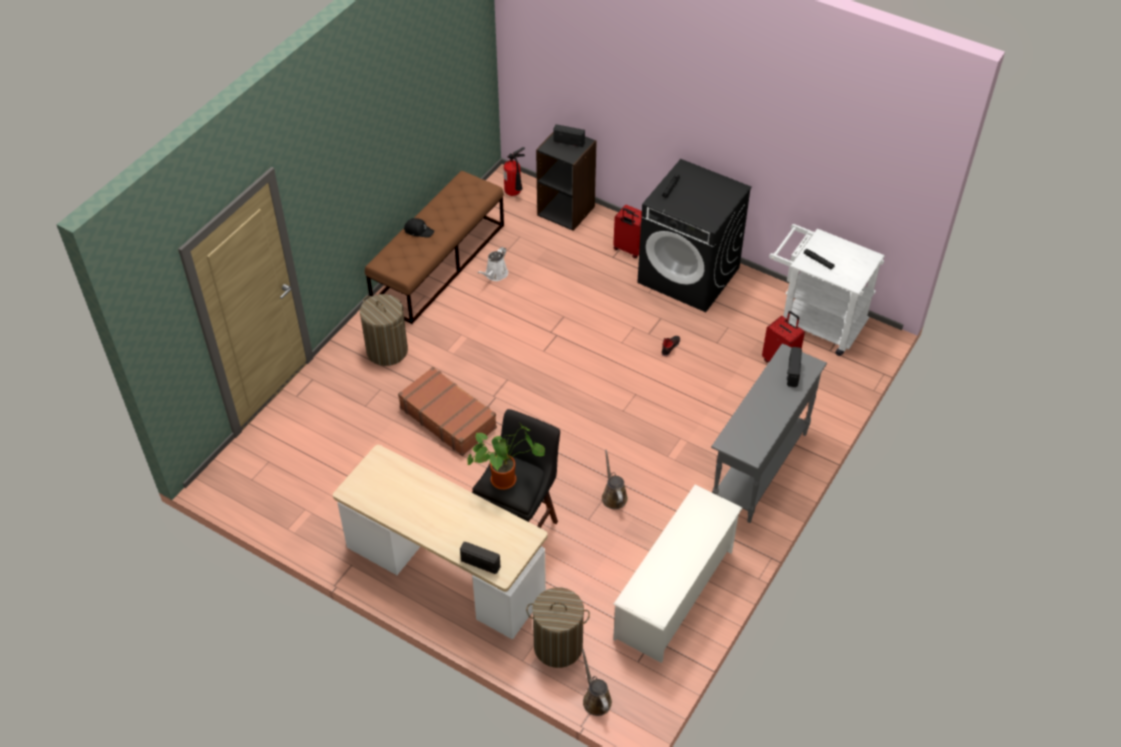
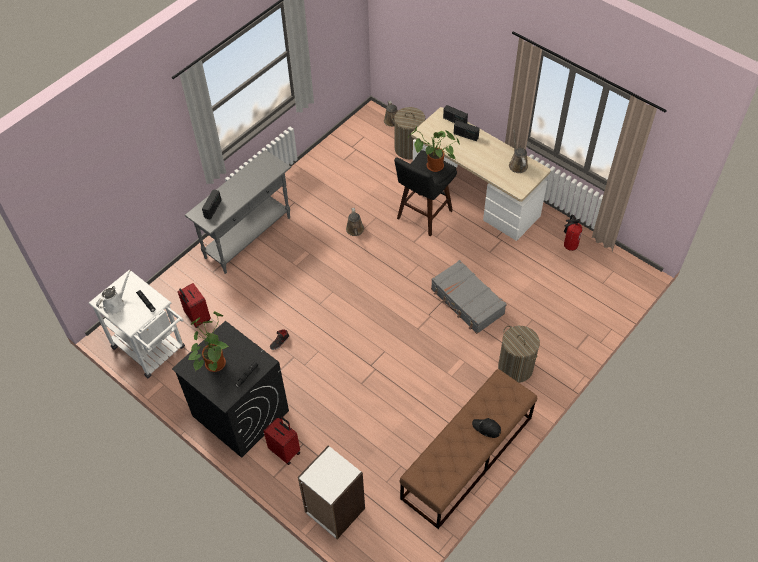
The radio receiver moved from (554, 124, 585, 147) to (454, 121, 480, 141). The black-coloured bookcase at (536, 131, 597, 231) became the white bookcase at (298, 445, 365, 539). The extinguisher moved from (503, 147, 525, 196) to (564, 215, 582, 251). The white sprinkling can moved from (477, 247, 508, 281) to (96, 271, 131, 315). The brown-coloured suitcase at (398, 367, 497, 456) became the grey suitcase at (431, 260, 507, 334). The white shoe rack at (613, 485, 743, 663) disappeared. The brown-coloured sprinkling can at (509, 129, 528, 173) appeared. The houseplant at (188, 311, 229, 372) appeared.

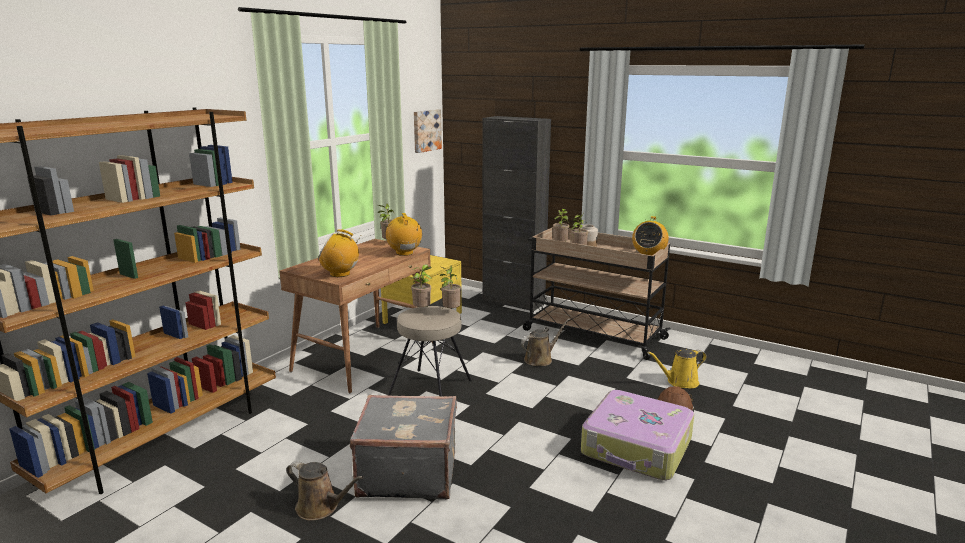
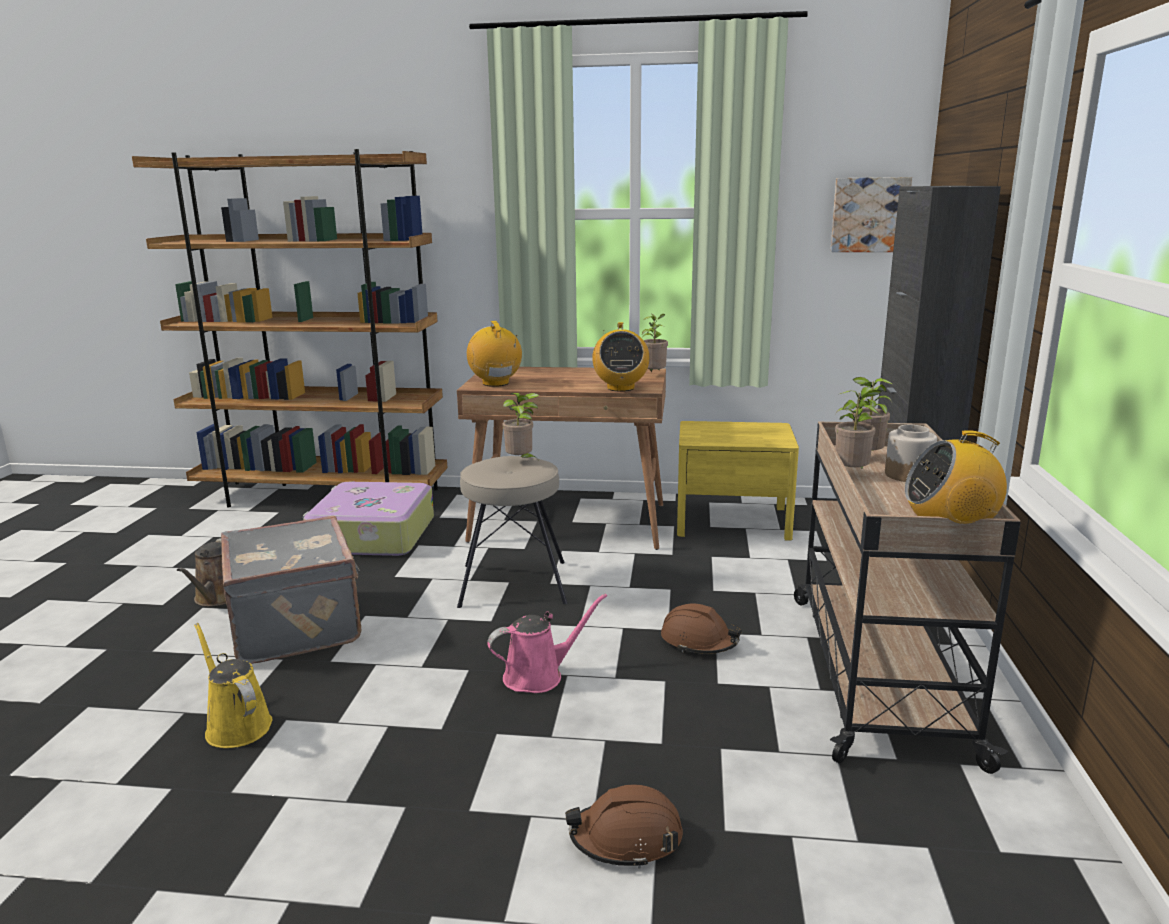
The radio receiver at (386, 213, 422, 256) turned 135 degrees clockwise. The houseplant at (440, 265, 461, 308) disappeared. The brown-coloured sprinkling can at (521, 318, 570, 366) was replaced by the brown-coloured work helmet at (661, 603, 742, 654). The yellow-coloured sprinkling can moved from (648, 349, 707, 389) to (194, 623, 272, 748). The suitcase moved from (581, 390, 694, 480) to (303, 482, 434, 556). The pink-coloured sprinkling can at (487, 593, 607, 693) appeared.

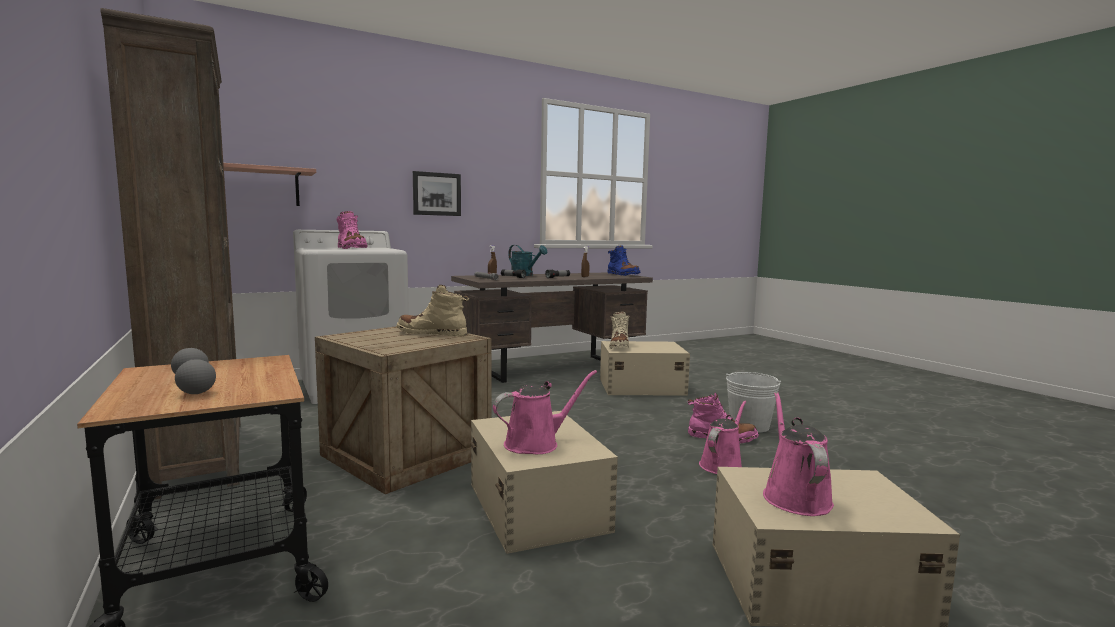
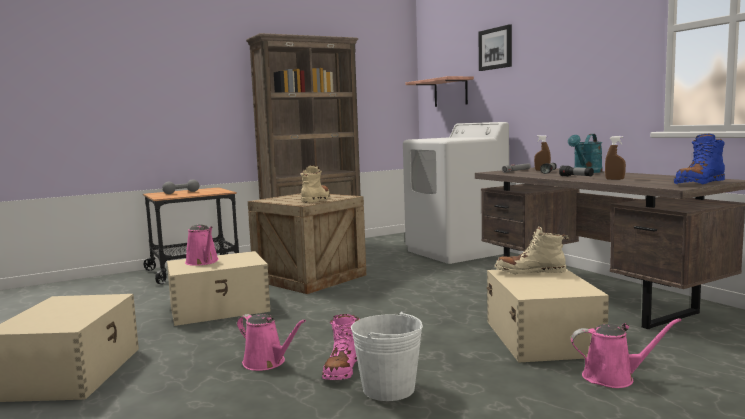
The picture moved from (413, 171, 461, 216) to (478, 24, 512, 71). The pink-coloured high-top boot at (336, 211, 367, 249) disappeared. The pink-coloured sprinkling can moved from (763, 392, 834, 516) to (571, 318, 681, 388).

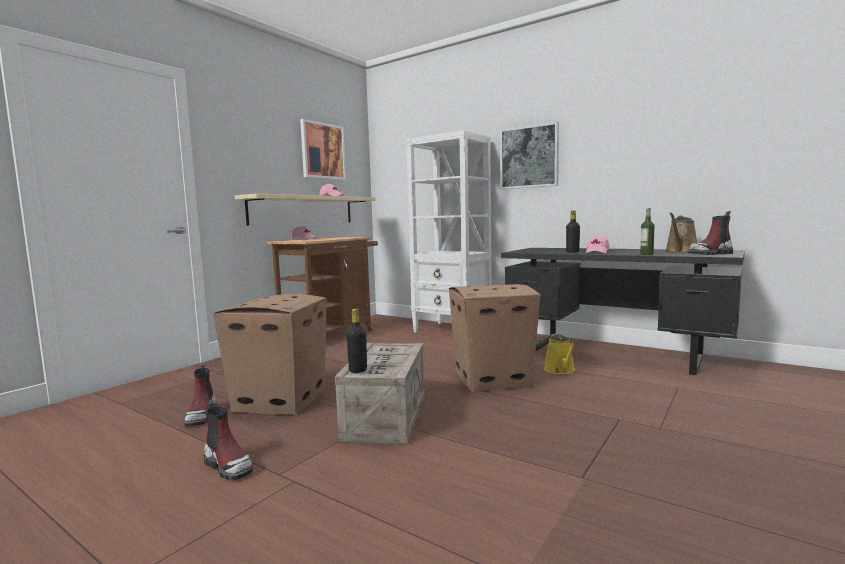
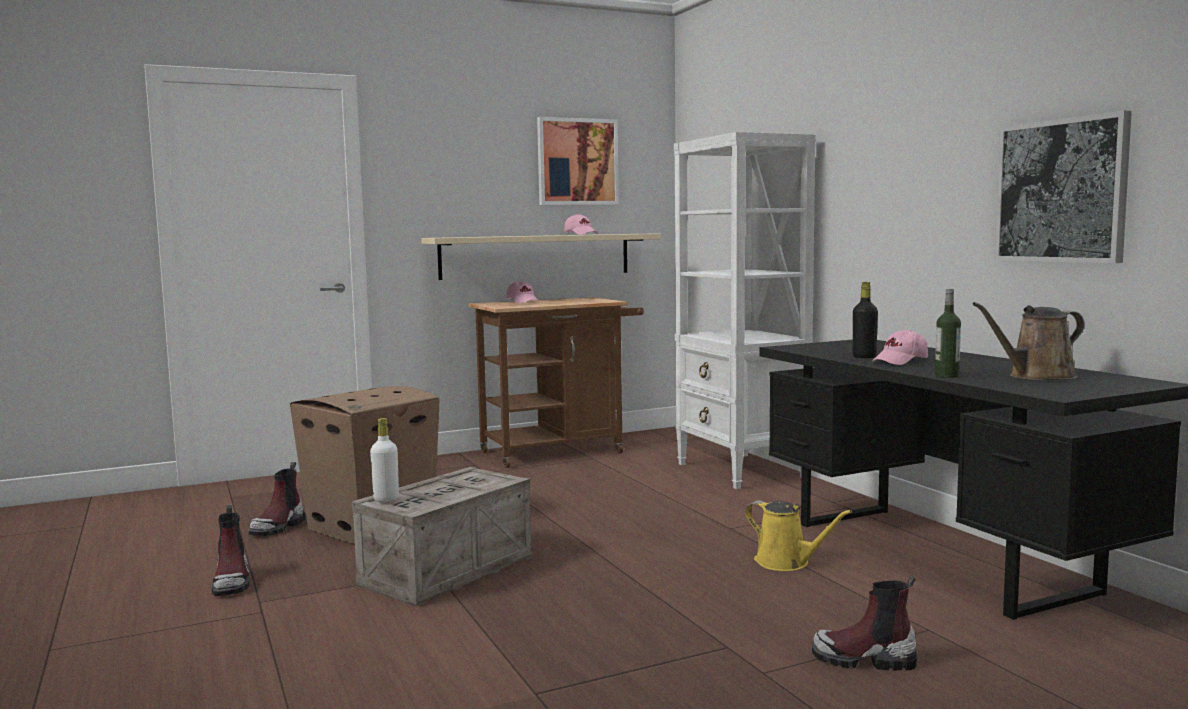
The picture moved from (500, 122, 559, 189) to (994, 111, 1132, 263). The high-top boot moved from (688, 211, 733, 255) to (812, 576, 917, 670). The packing box at (449, 284, 540, 392) disappeared. The black-coloured beverage bottle at (347, 309, 367, 373) became the white beverage bottle at (370, 418, 399, 502). The yellow-coloured sprinkling can at (544, 334, 575, 374) turned 75 degrees counterclockwise.

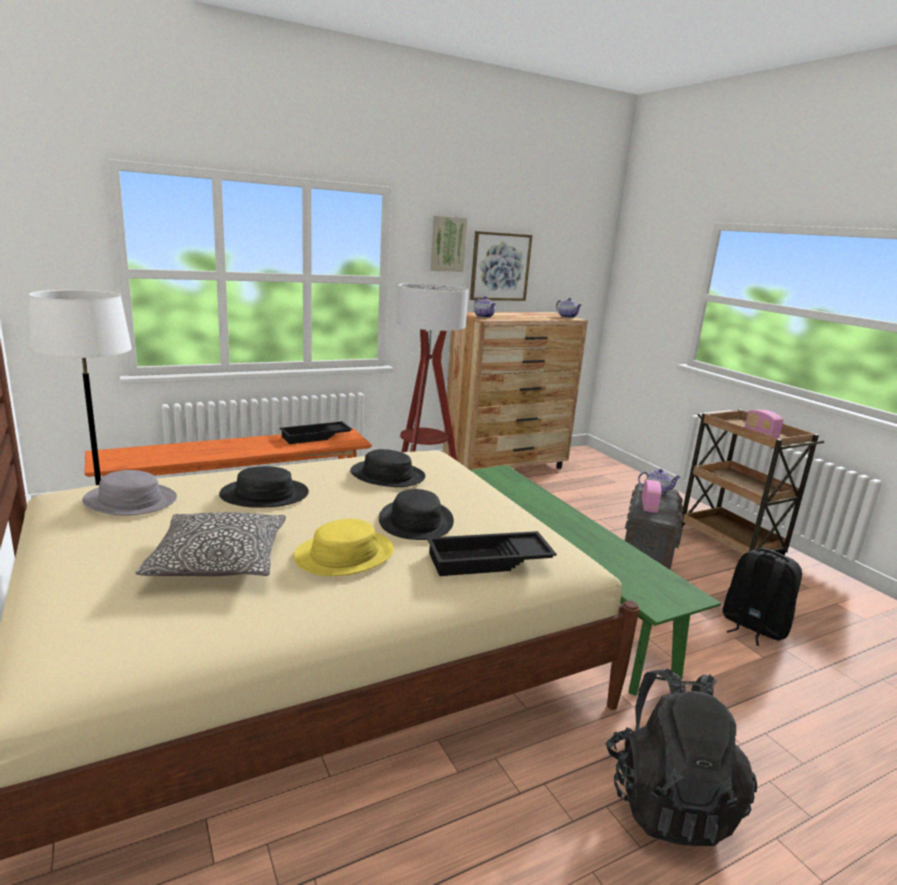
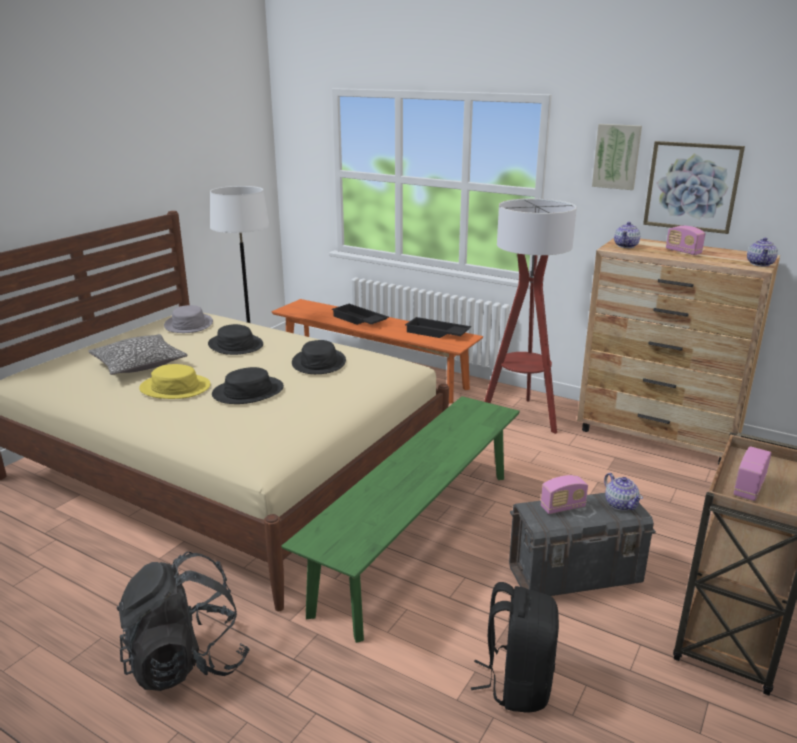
The black-coloured carrying tray moved from (427, 531, 557, 576) to (332, 304, 389, 325). The radio receiver at (666, 226, 705, 255) appeared.

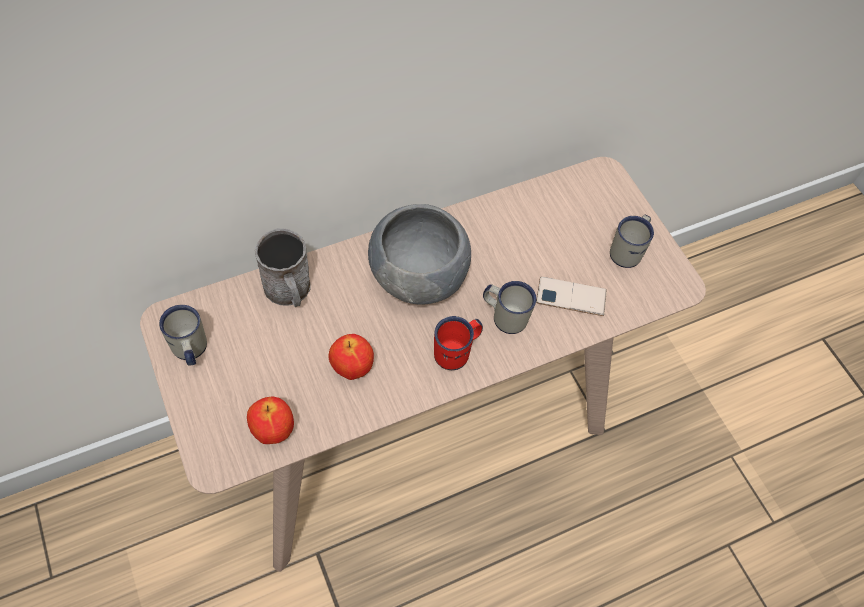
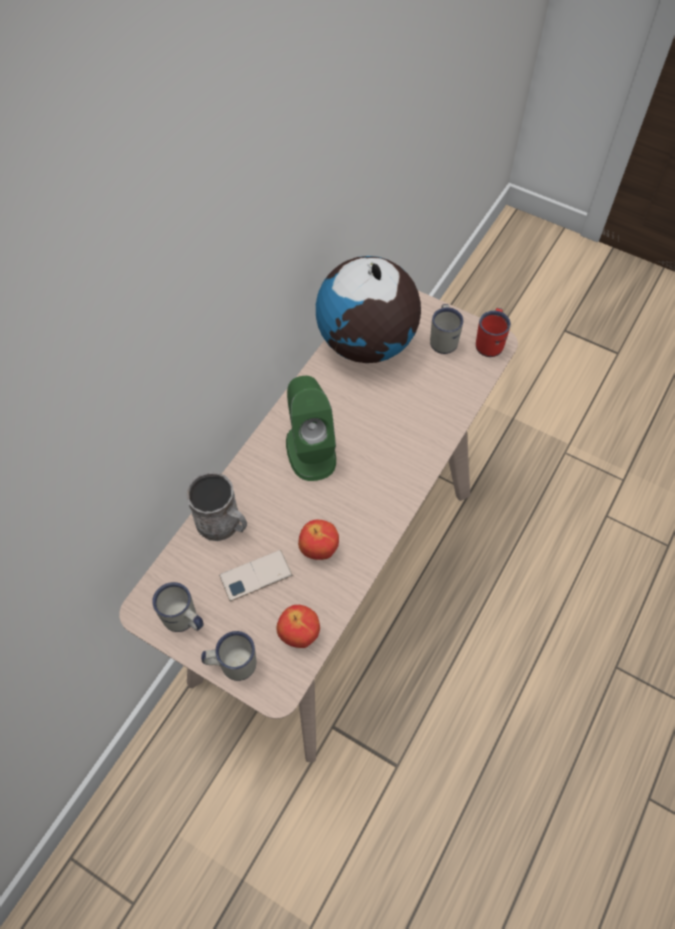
The grey serving bowl at (368, 204, 471, 305) was replaced by the green speaker at (286, 376, 336, 481). The telephone moved from (536, 277, 607, 316) to (219, 550, 292, 601). The white tea mug moved from (483, 281, 537, 334) to (201, 631, 256, 681). The red-coloured tea mug moved from (434, 316, 483, 370) to (476, 308, 511, 357). The globe at (316, 256, 421, 363) appeared.

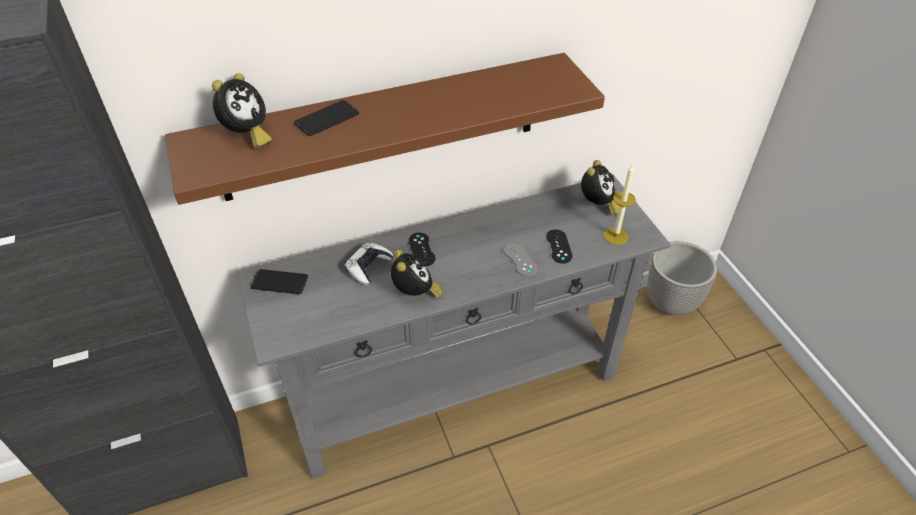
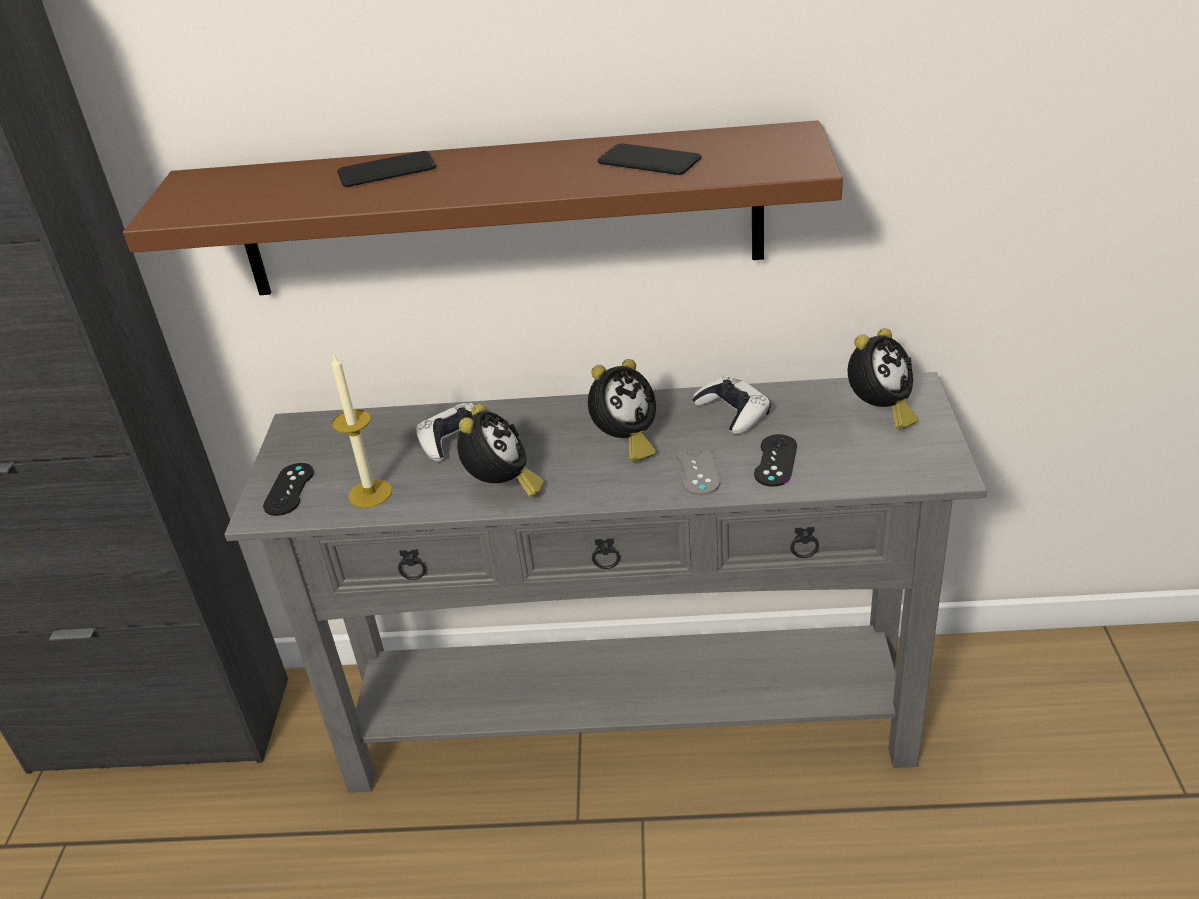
The alarm clock moved from (212, 73, 272, 148) to (588, 359, 656, 461). The wax candle moved from (604, 164, 636, 245) to (331, 353, 392, 508). The black-coloured game controller moved from (409, 233, 436, 266) to (263, 463, 314, 516). The planter at (647, 241, 717, 315) disappeared. The telephone moved from (251, 269, 308, 294) to (597, 143, 702, 175). The white game controller at (693, 376, 771, 435) appeared.

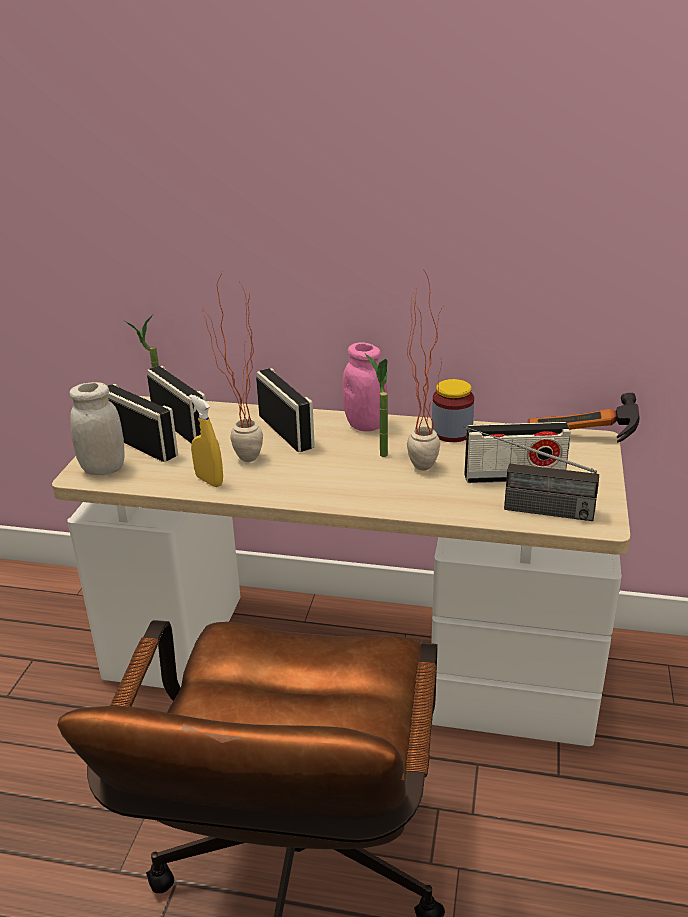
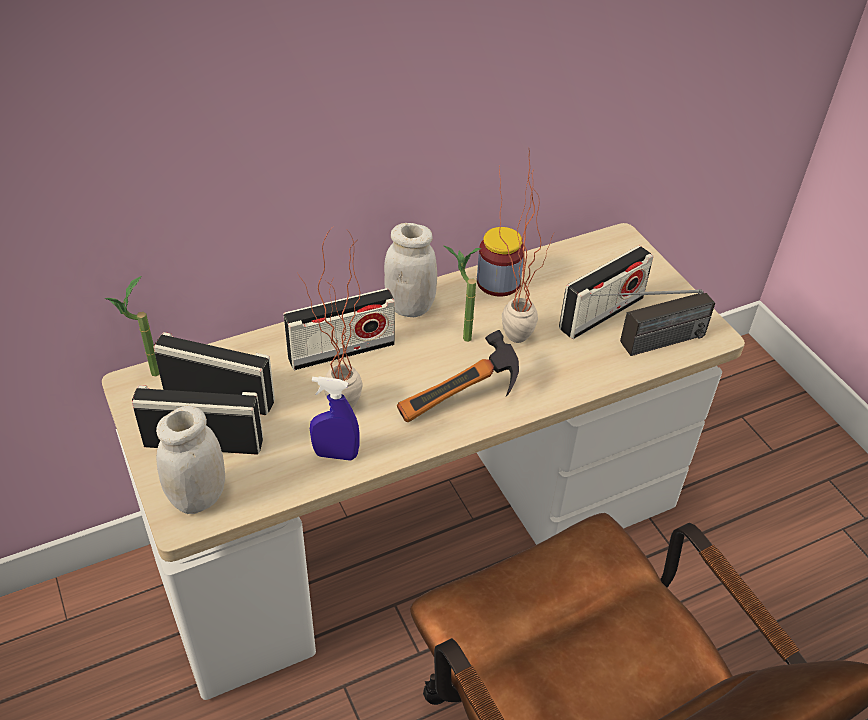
The pink-coloured storage jar at (342, 342, 387, 431) became the white storage jar at (384, 223, 437, 317). The radio receiver at (256, 368, 315, 452) turned 135 degrees clockwise. The hammer moved from (528, 393, 639, 443) to (397, 330, 519, 423). The yellow-coloured sprayer at (189, 395, 223, 487) became the bluish sprayer at (310, 377, 360, 461).

